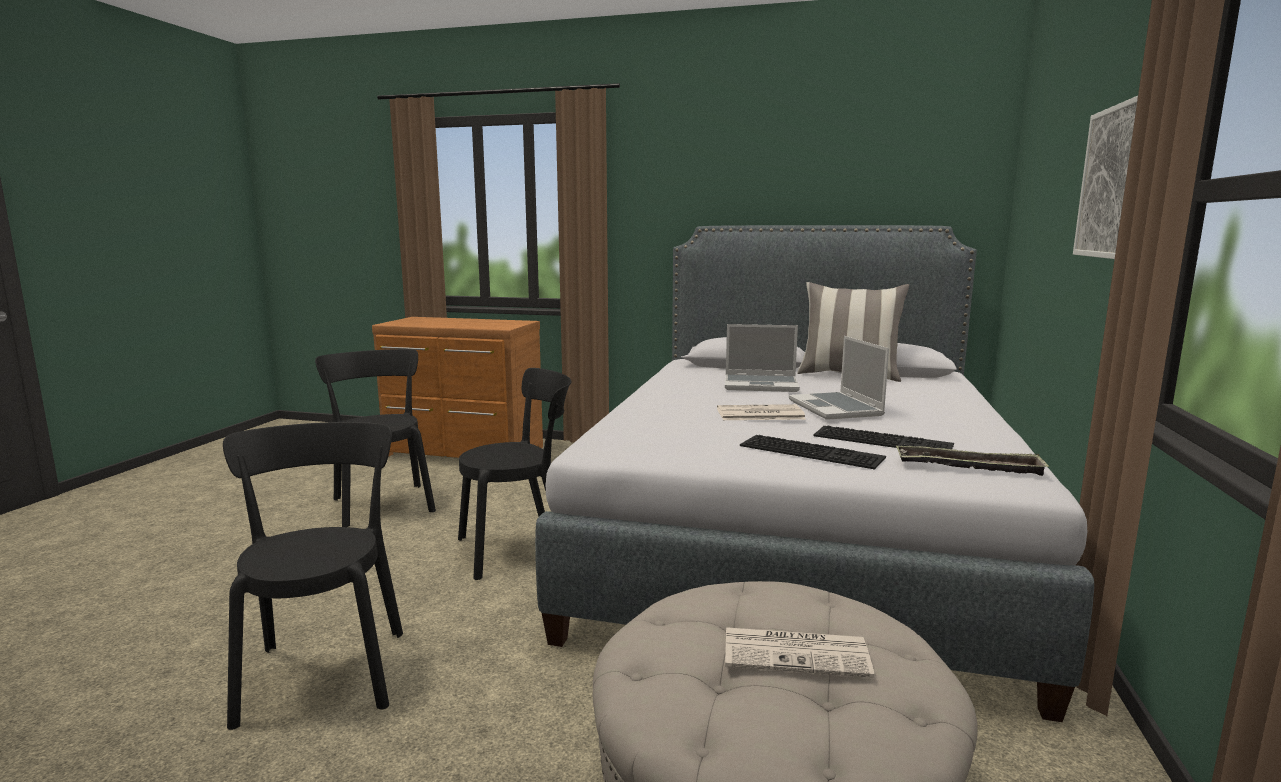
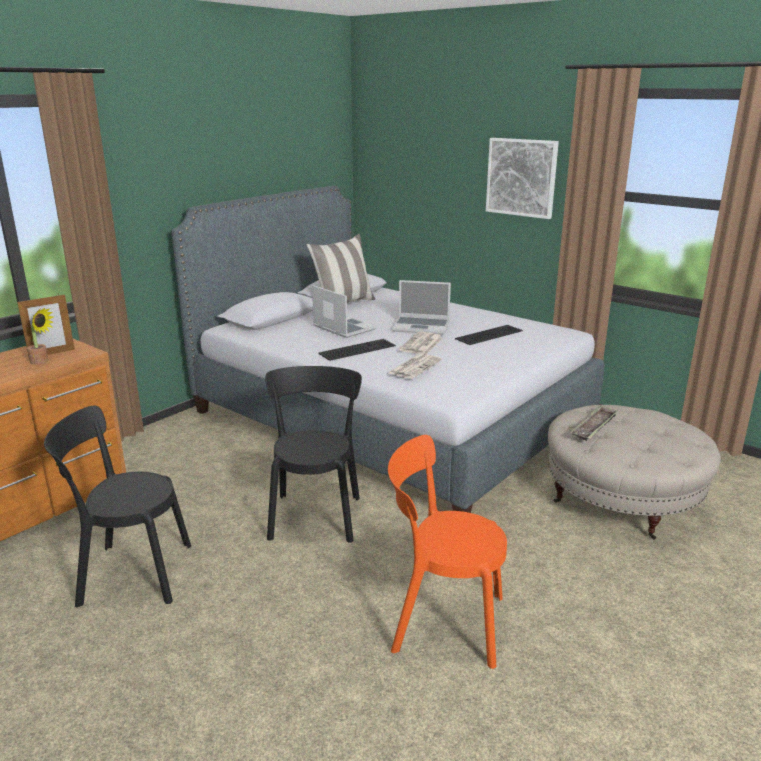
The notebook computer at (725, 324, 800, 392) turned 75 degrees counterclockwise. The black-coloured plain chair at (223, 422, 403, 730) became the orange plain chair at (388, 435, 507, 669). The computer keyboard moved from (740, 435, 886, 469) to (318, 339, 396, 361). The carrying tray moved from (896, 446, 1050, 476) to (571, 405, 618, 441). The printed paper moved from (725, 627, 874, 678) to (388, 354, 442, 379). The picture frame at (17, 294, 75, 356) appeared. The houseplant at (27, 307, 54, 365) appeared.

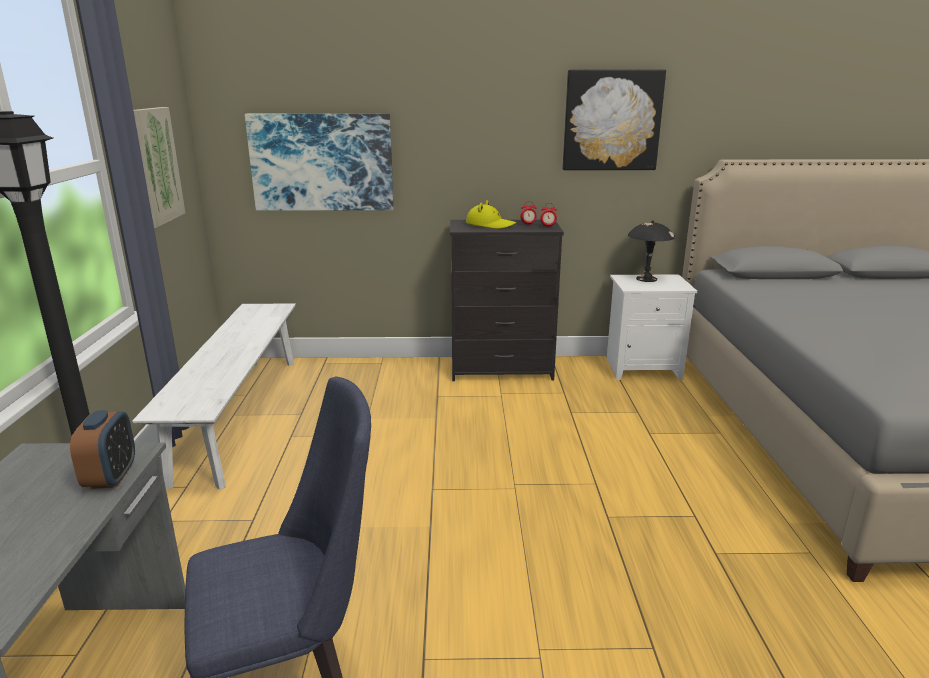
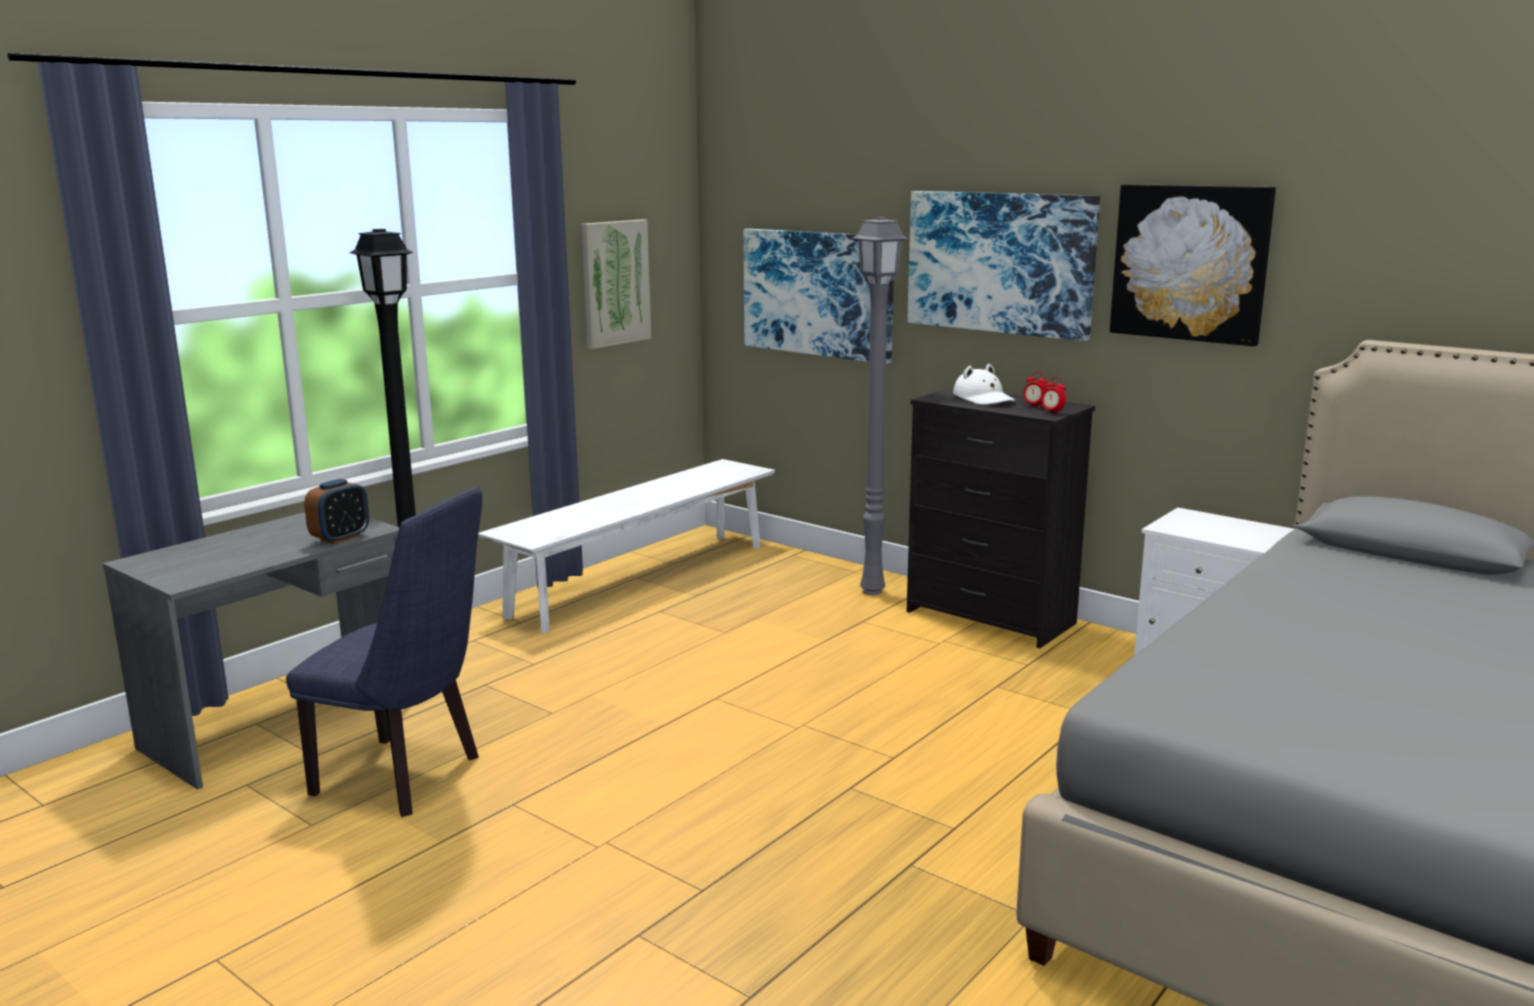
The yellow-coloured hat at (466, 200, 516, 229) became the white hat at (953, 364, 1015, 405). The black-coloured lamp for a table at (628, 220, 675, 282) disappeared. The picture at (907, 191, 1100, 341) appeared. The grey floor lamp at (853, 217, 909, 595) appeared.

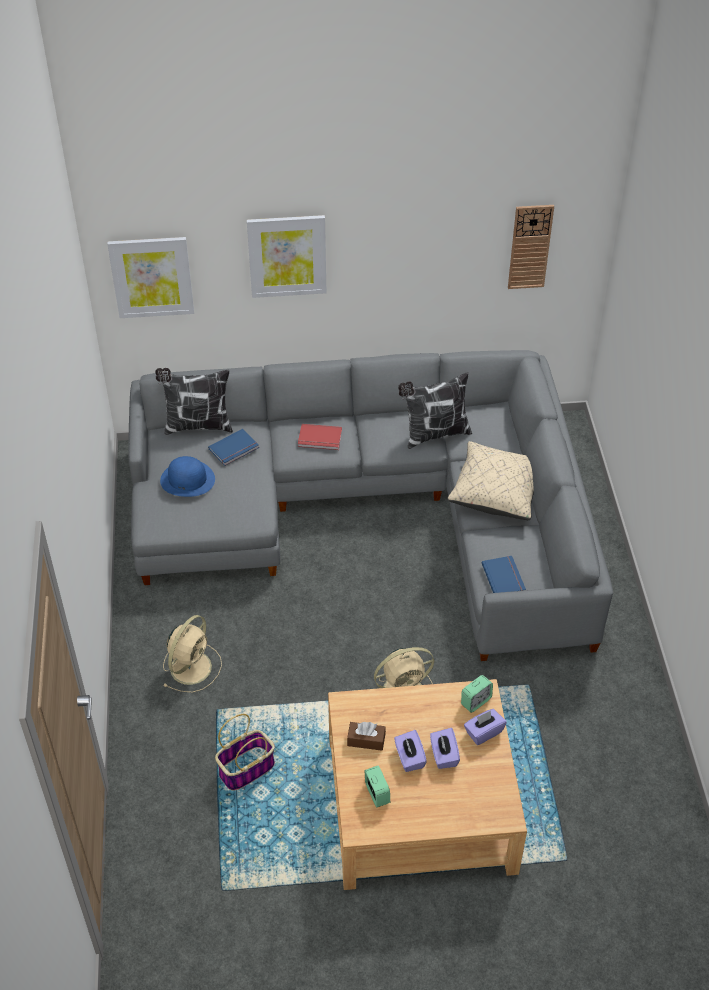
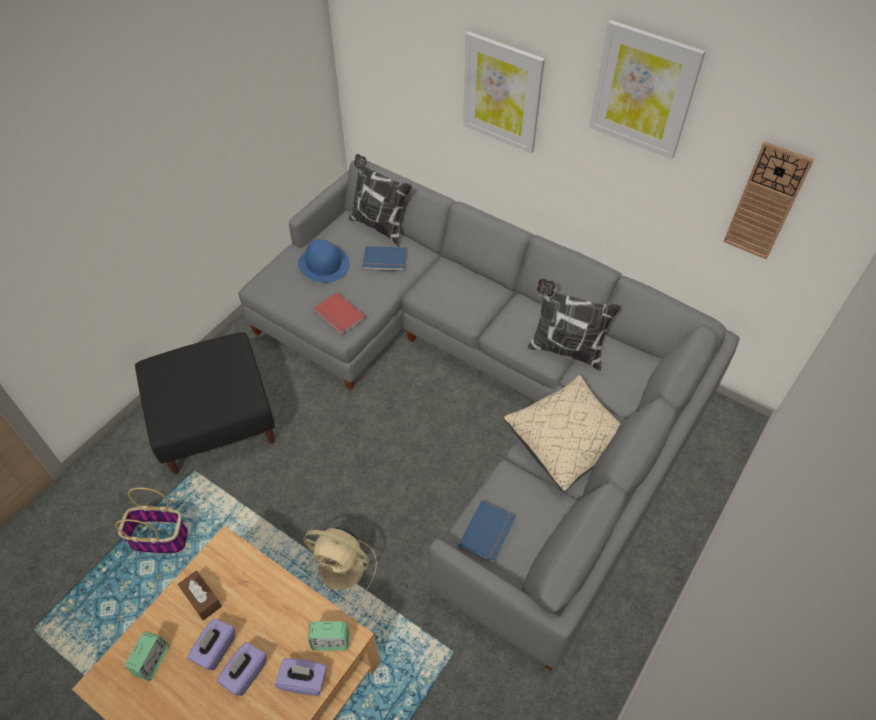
The picture moved from (107, 237, 194, 318) to (589, 20, 706, 159). The red-coloured volume moved from (298, 424, 342, 450) to (313, 293, 365, 335). The sand-coloured cooling fan at (163, 615, 222, 693) was replaced by the black-coloured ottoman at (135, 332, 274, 475).

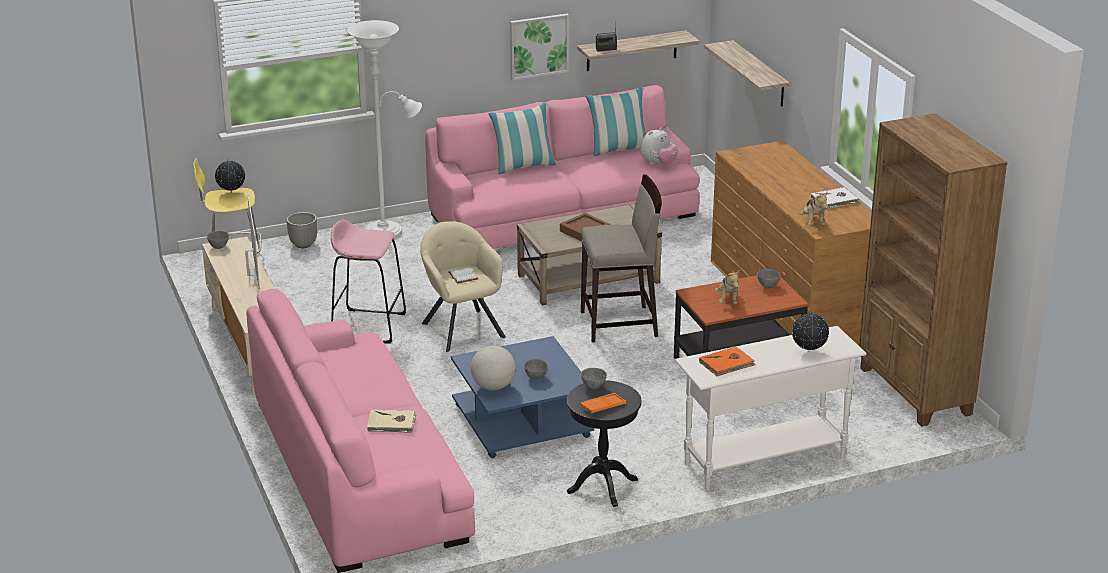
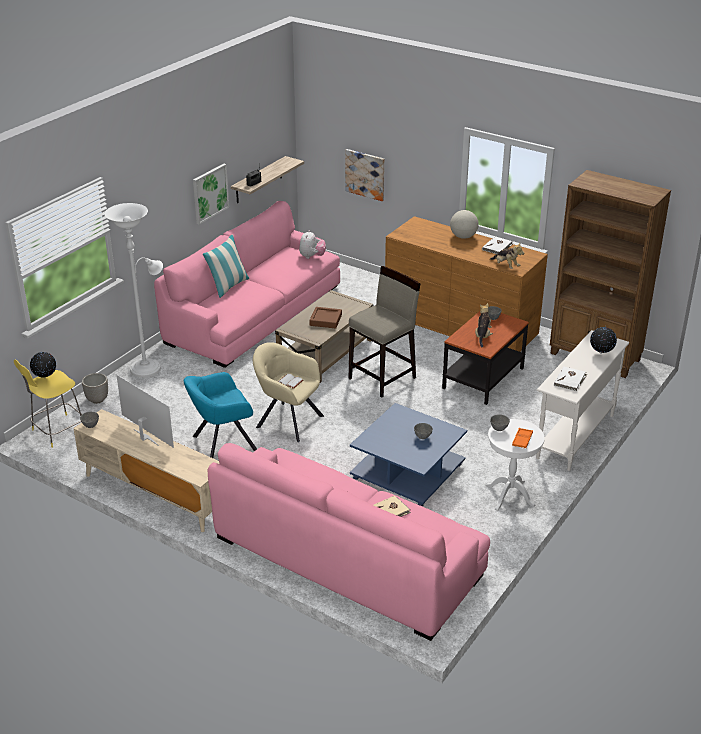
The bracket shelf at (704, 40, 790, 106) was replaced by the picture at (345, 149, 385, 201). The cushion at (585, 87, 646, 156) disappeared. The pink-coloured sitting stool at (331, 219, 406, 344) was replaced by the turquoise armchair at (184, 372, 257, 458). The plush toy at (715, 271, 739, 304) turned 135 degrees counterclockwise. The globe moved from (471, 345, 516, 390) to (450, 210, 479, 239). The orange volume at (699, 346, 756, 376) became the white volume at (554, 366, 587, 391). The black-coloured end table at (567, 380, 642, 507) became the white end table at (485, 419, 545, 511).

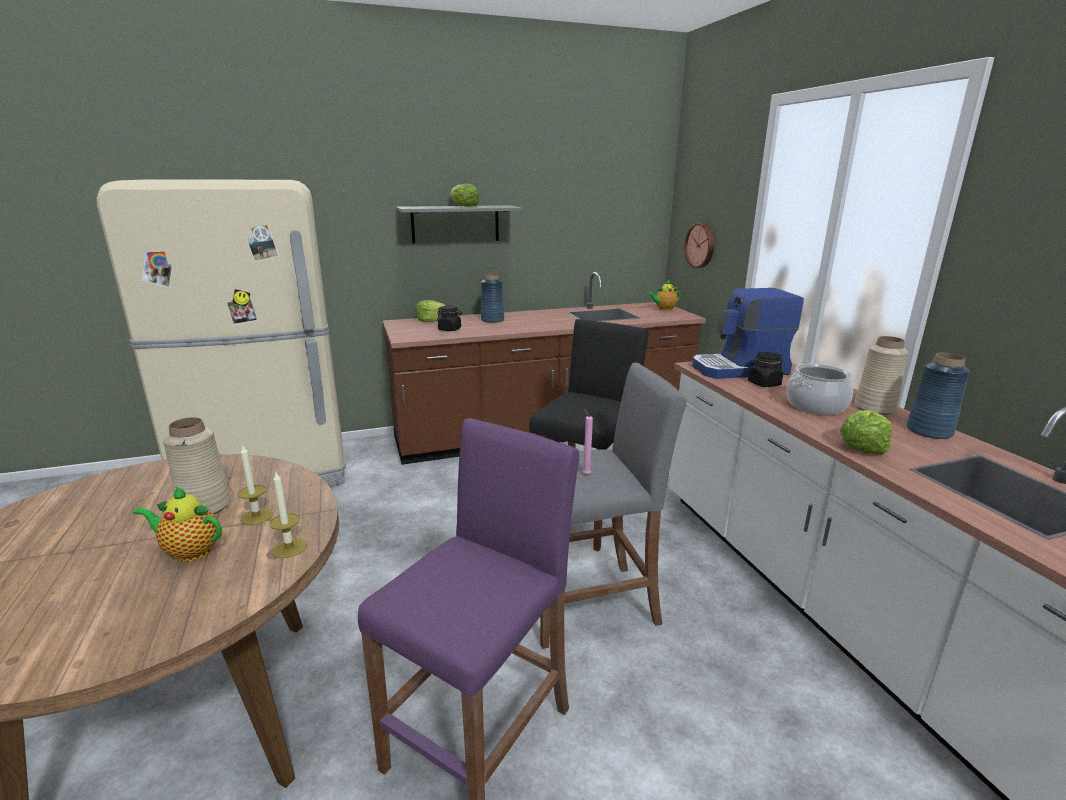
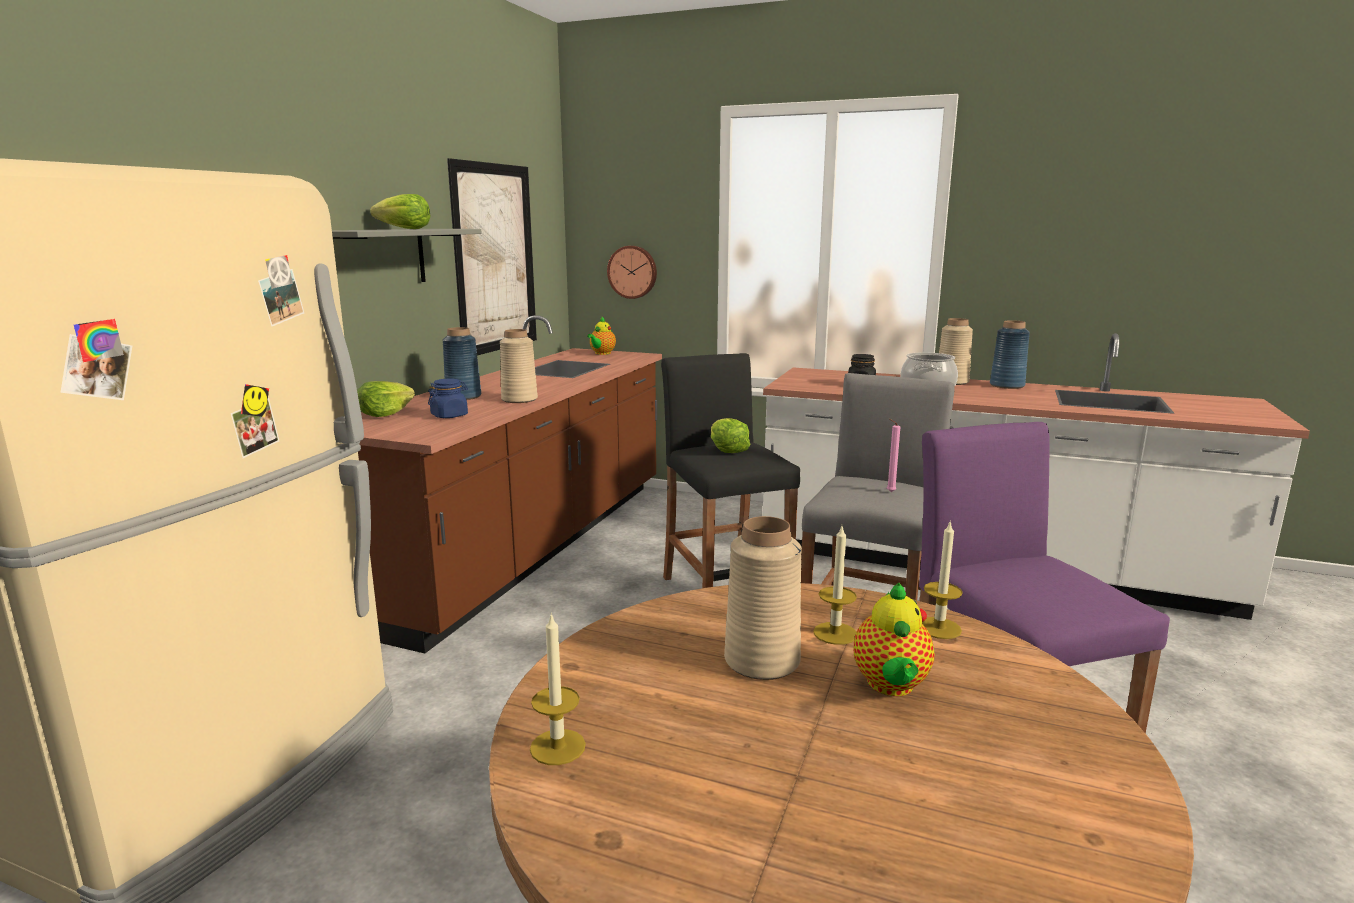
The coffee machine at (692, 288, 804, 379) disappeared. The black-coloured storage jar at (437, 306, 462, 331) became the bluish storage jar at (428, 379, 468, 418). The lettuce head moved from (840, 410, 892, 455) to (711, 418, 750, 453). The pot for tea at (133, 486, 222, 562) turned 45 degrees counterclockwise. The picture at (447, 158, 537, 356) appeared. The sand-coloured flower vase at (500, 329, 538, 403) appeared. The wax candle at (530, 613, 586, 765) appeared.

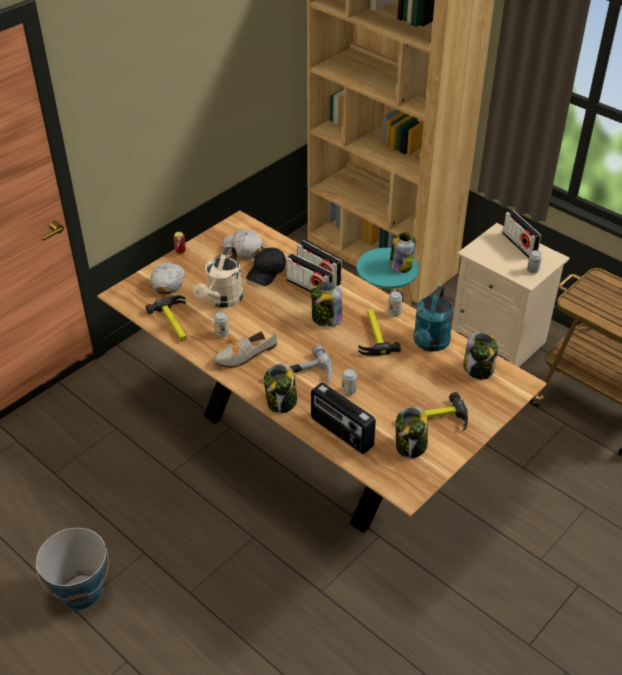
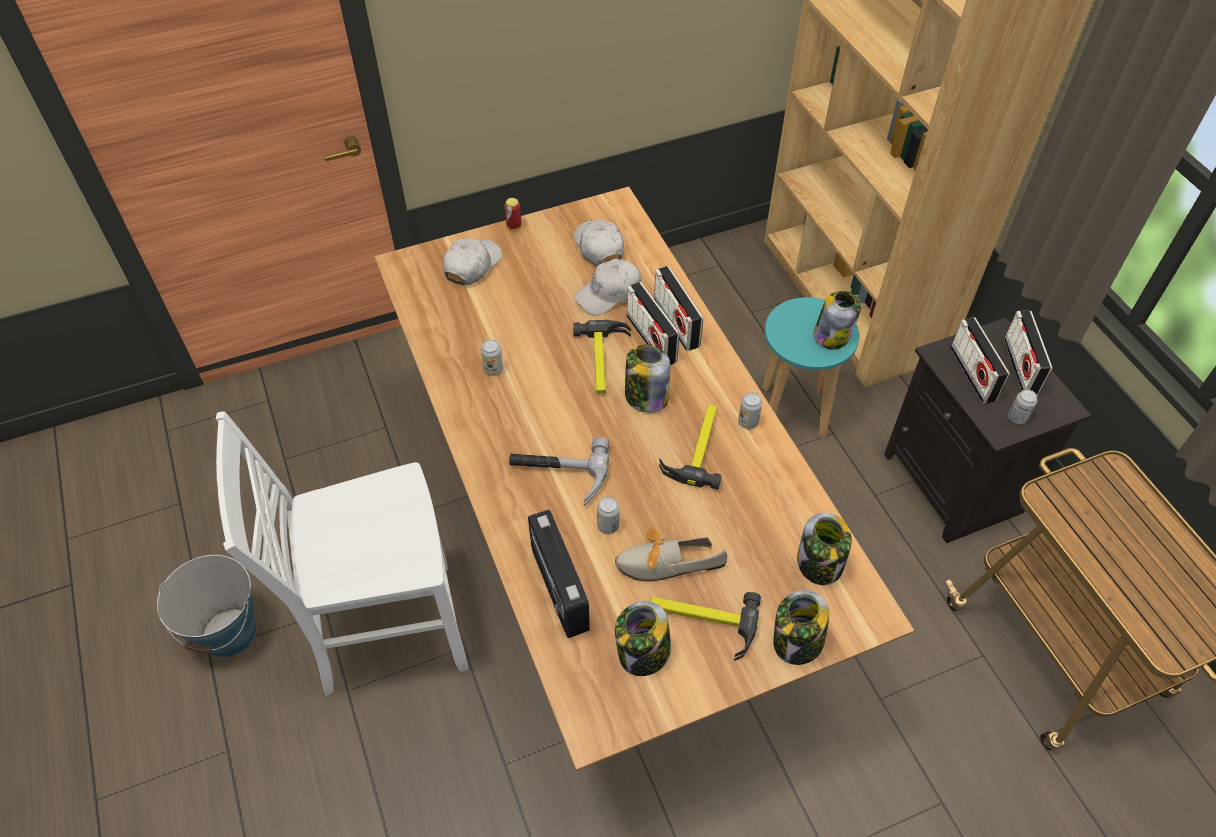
The sand-coloured bedside table at (452, 223, 570, 367) became the black-coloured bedside table at (884, 318, 1091, 543). The sand-coloured sprinkling can at (193, 245, 243, 308) disappeared. The black-coloured peaked cap at (246, 248, 286, 286) became the white peaked cap at (574, 259, 641, 315). The turquoise sprinkling can at (414, 286, 453, 352) disappeared. The hammer moved from (146, 295, 187, 340) to (573, 320, 631, 394). The low shoe moved from (214, 331, 277, 368) to (615, 529, 727, 581). The storage jar moved from (264, 364, 297, 414) to (773, 590, 829, 665). The radio receiver at (950, 317, 1010, 404) appeared. The white plain chair at (216, 411, 469, 696) appeared.

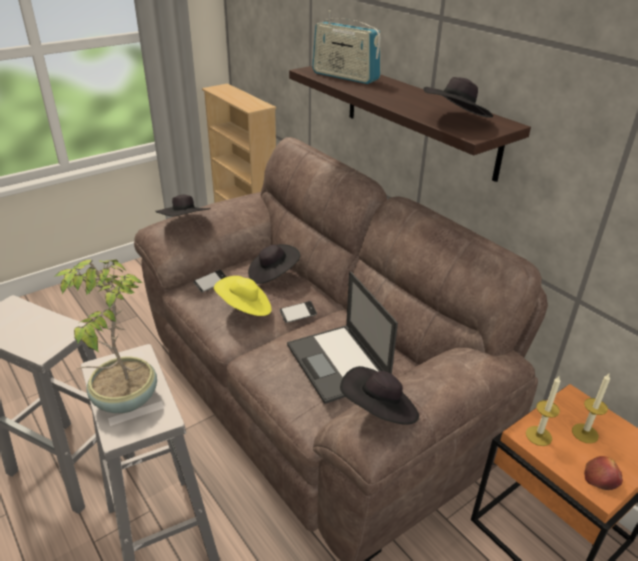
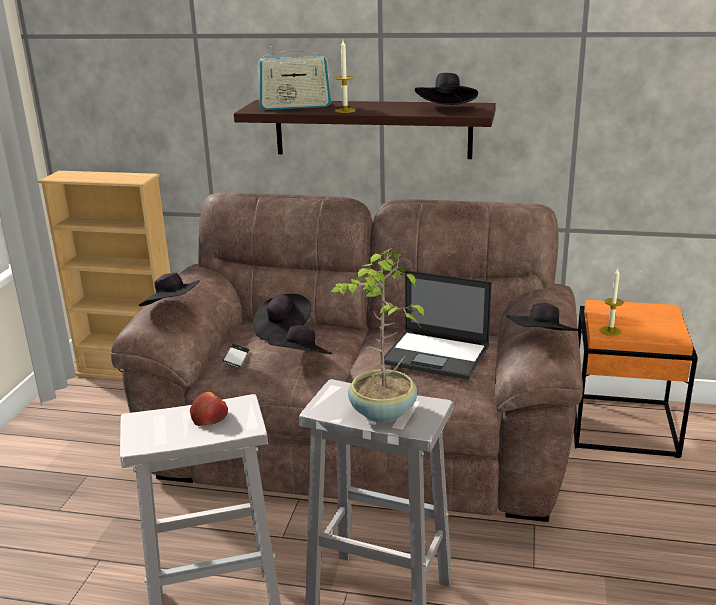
The yellow-coloured hat at (214, 276, 271, 316) became the black-coloured hat at (267, 325, 332, 354). The telephone at (280, 301, 317, 323) disappeared. The wax candle moved from (572, 374, 610, 443) to (335, 41, 356, 113). The apple fruit moved from (584, 456, 623, 490) to (190, 392, 228, 426).

